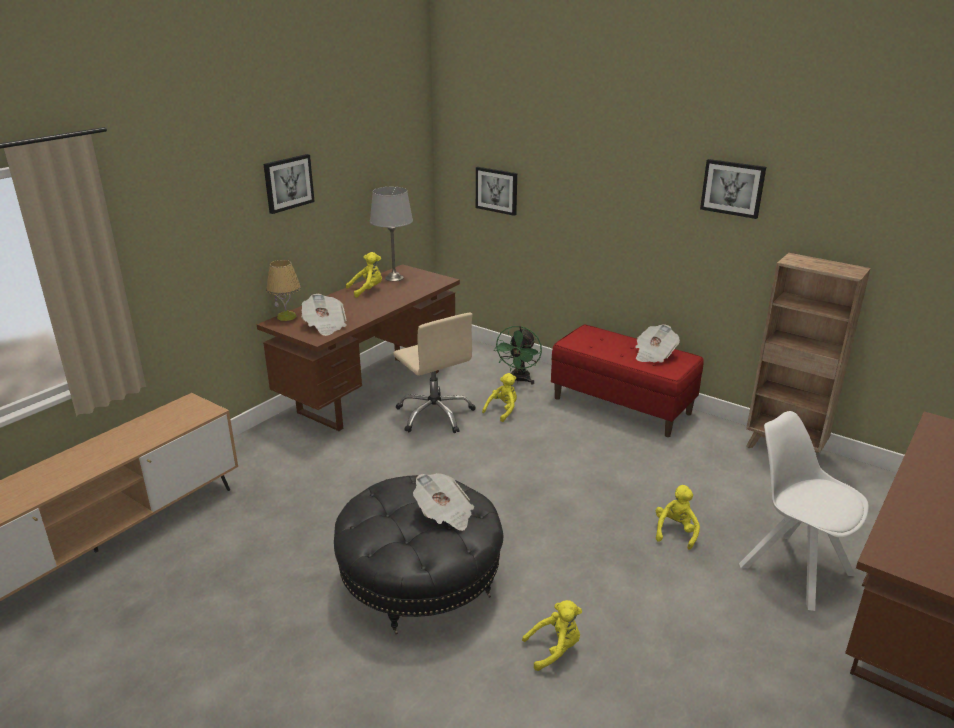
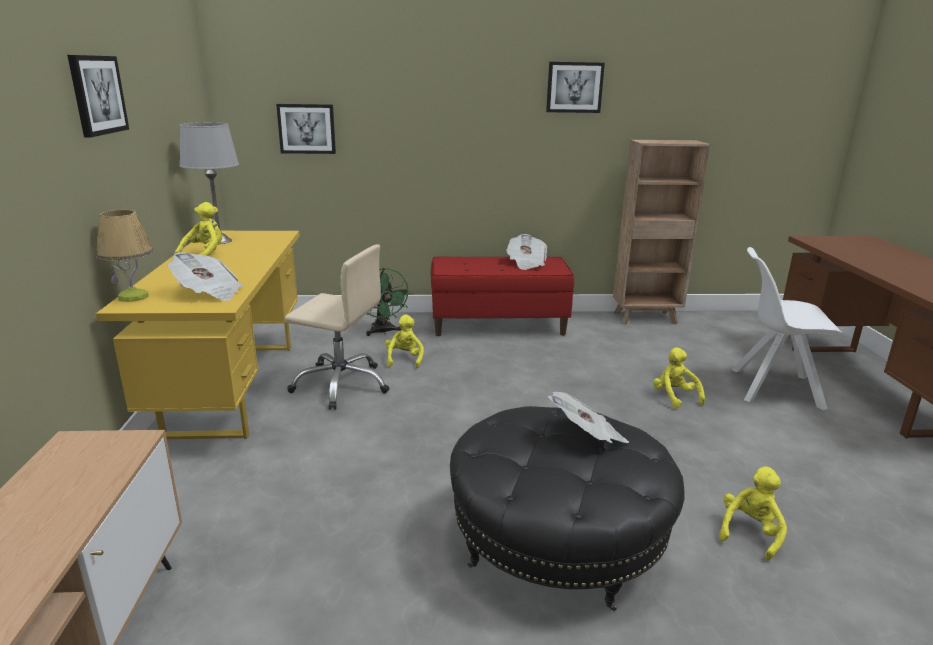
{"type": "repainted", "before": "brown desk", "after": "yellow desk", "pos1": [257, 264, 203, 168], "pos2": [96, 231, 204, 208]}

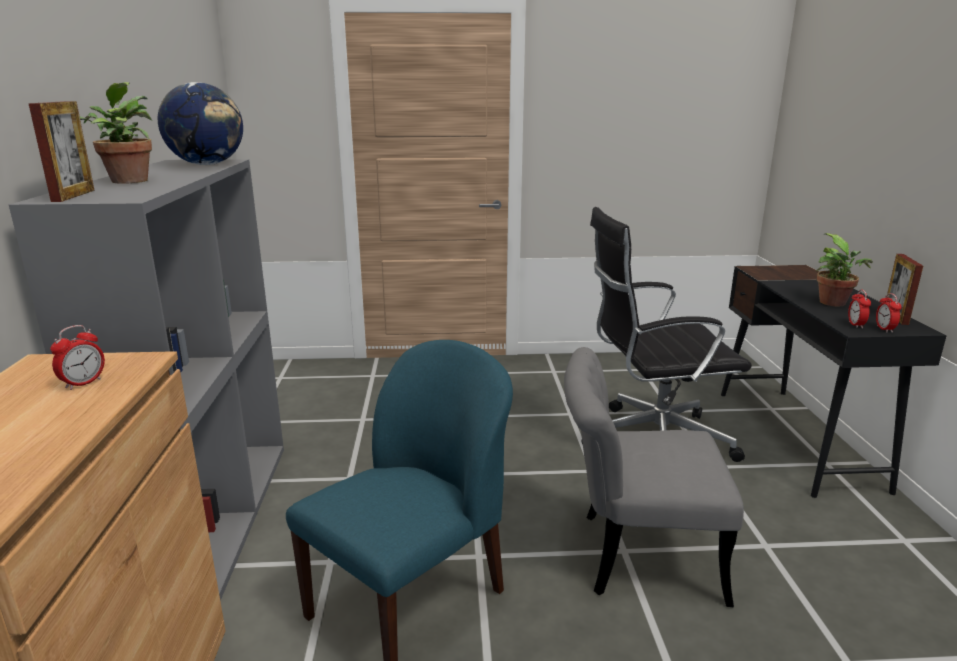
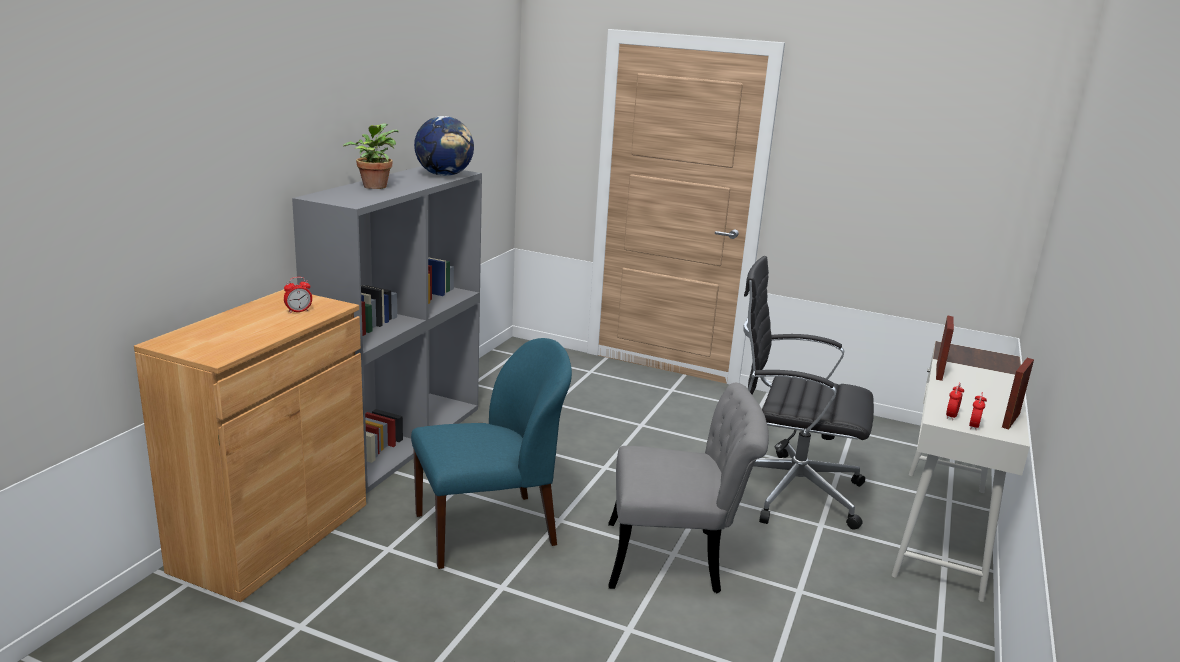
{"type": "gone", "before": "potted plant", "pos1": [815, 233, 58, 74]}
{"type": "shifted", "before": "picture frame", "pos1": [28, 101, 67, 101], "pos2": [936, 315, 18, 66]}
{"type": "repainted", "before": "black desk", "after": "white desk", "pos1": [721, 265, 226, 233], "pos2": [892, 341, 138, 261]}
{"type": "rotated", "before": "grey chair", "pos1": [564, 347, 180, 260], "pos2": [608, 383, 161, 211], "turn": 150}

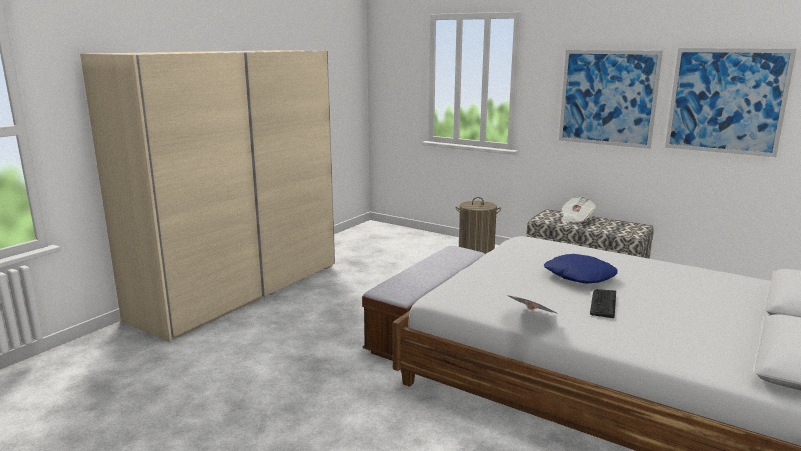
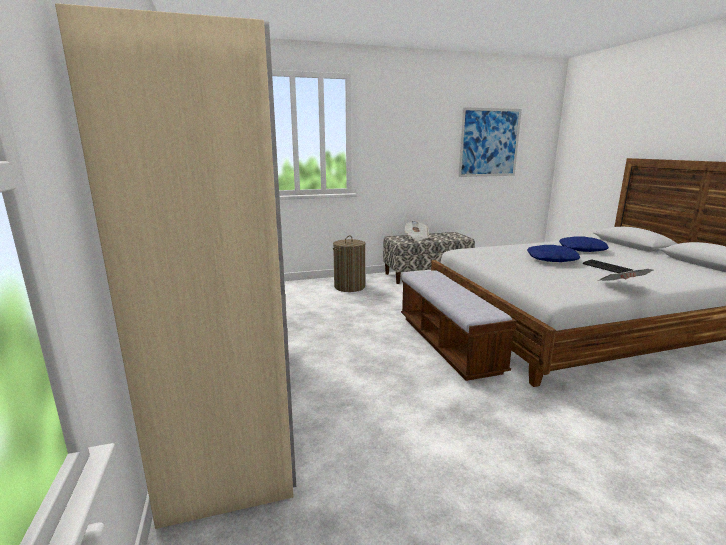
{"type": "gone", "before": "picture", "pos1": [559, 50, 104, 99]}
{"type": "new", "after": "blue pillow", "pos2": [559, 236, 50, 16]}

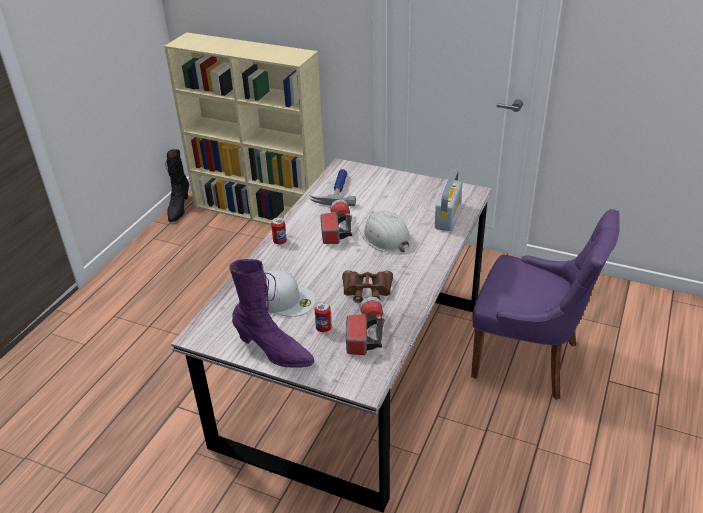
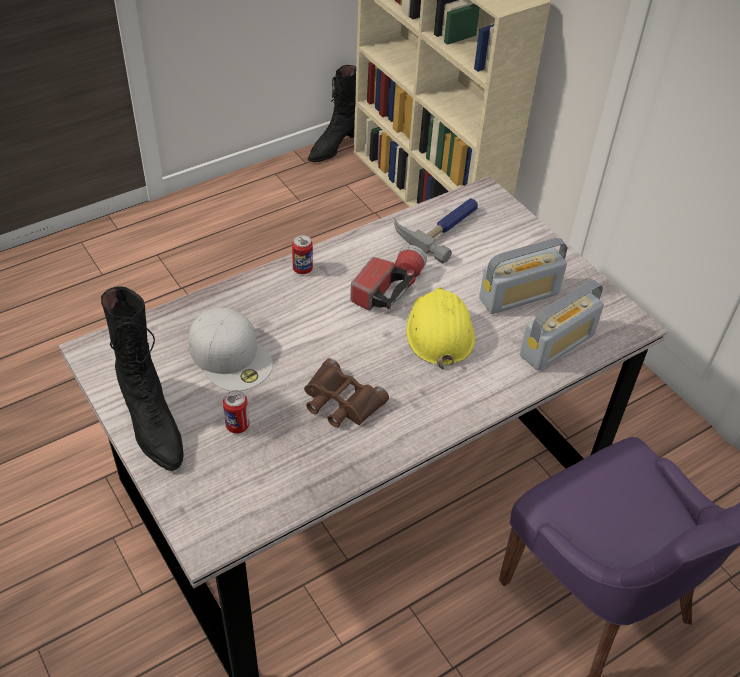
{"type": "gone", "before": "flashlight", "pos1": [346, 297, 38, 58]}
{"type": "new", "after": "radio", "pos2": [479, 238, 88, 76]}
{"type": "repainted", "before": "purple boot", "after": "black boot", "pos1": [229, 259, 85, 109], "pos2": [101, 286, 82, 185]}
{"type": "repainted", "before": "white hard hat", "after": "yellow hard hat", "pos1": [358, 210, 53, 42], "pos2": [406, 288, 69, 81]}

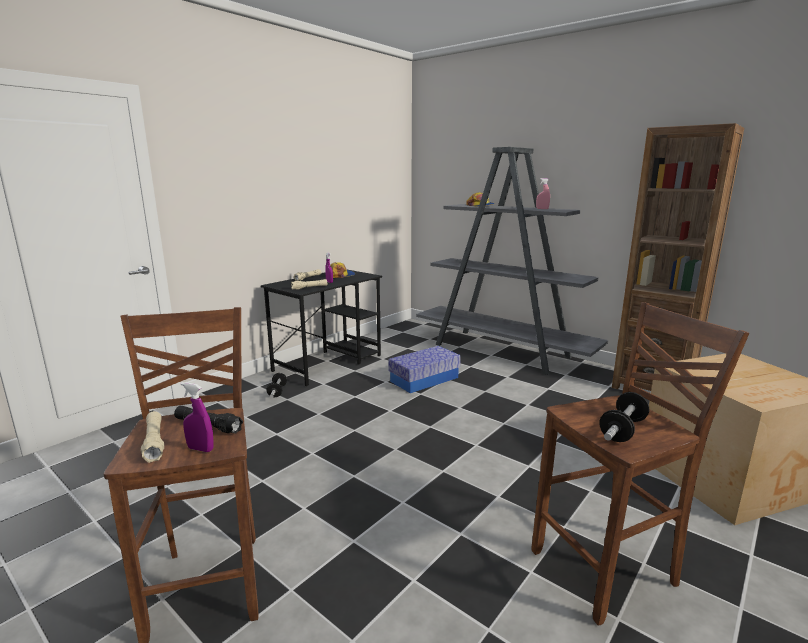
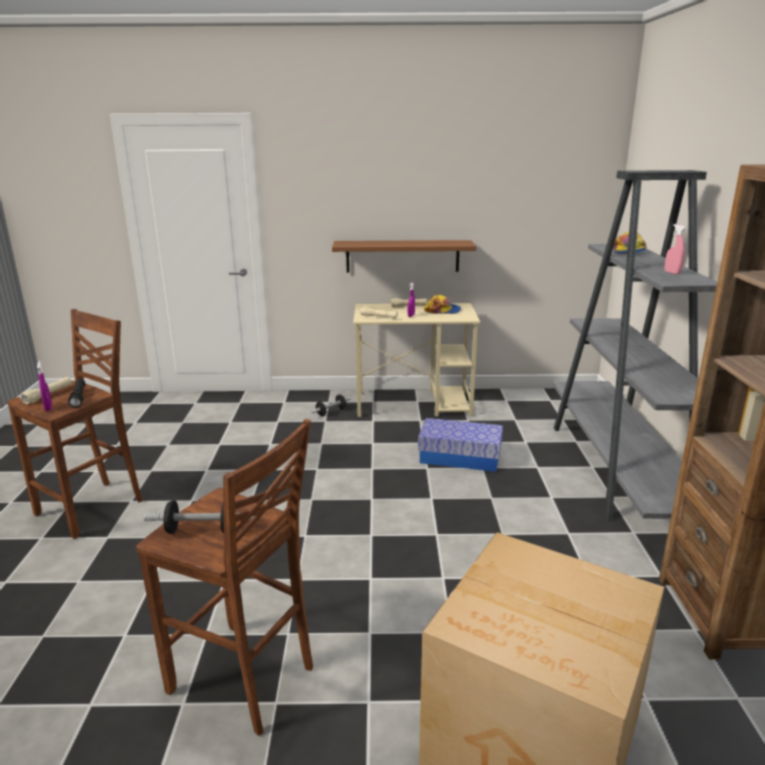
{"type": "new", "after": "brown shelf", "pos2": [332, 240, 144, 33]}
{"type": "repainted", "before": "black desk", "after": "beige desk", "pos1": [261, 270, 121, 116], "pos2": [353, 303, 127, 114]}

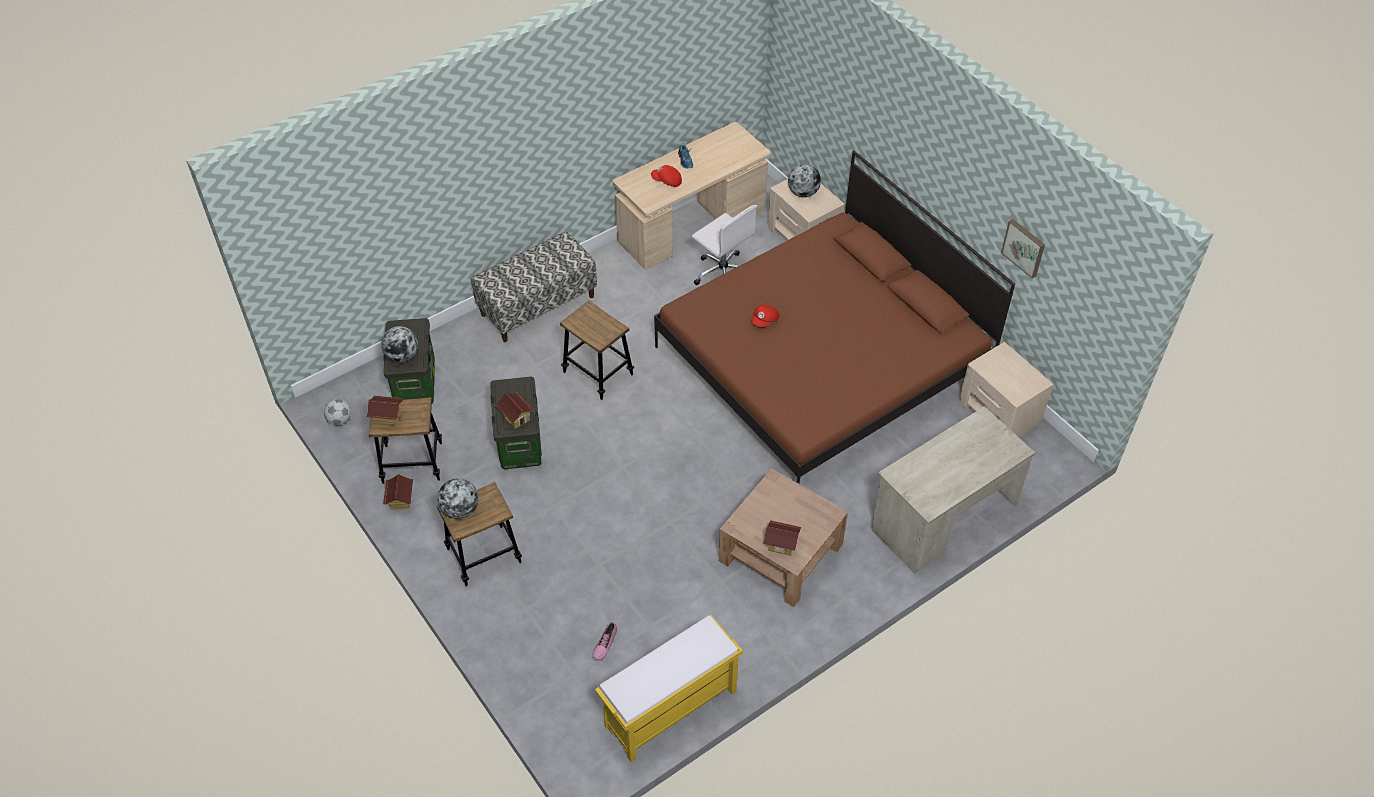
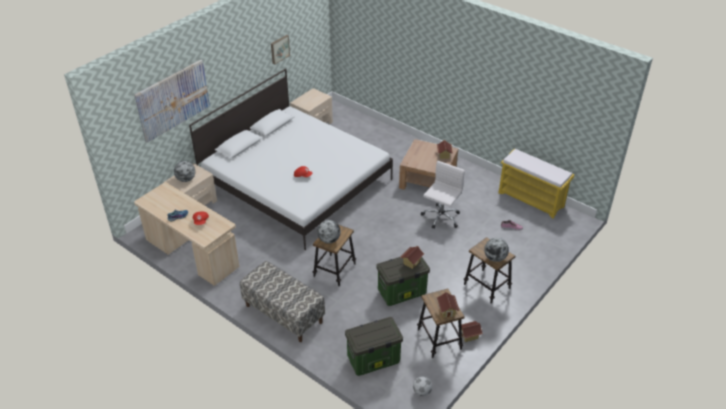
{"type": "gone", "before": "beige desk", "pos1": [871, 406, 164, 168]}
{"type": "new", "after": "picture", "pos2": [134, 60, 76, 83]}
{"type": "shifted", "before": "globe", "pos1": [381, 326, 37, 37], "pos2": [317, 220, 24, 23]}
{"type": "shifted", "before": "white office chair", "pos1": [691, 205, 66, 80], "pos2": [421, 161, 44, 68]}
{"type": "repainted", "before": "brown bed", "after": "white bed", "pos1": [654, 150, 361, 334], "pos2": [189, 68, 204, 182]}

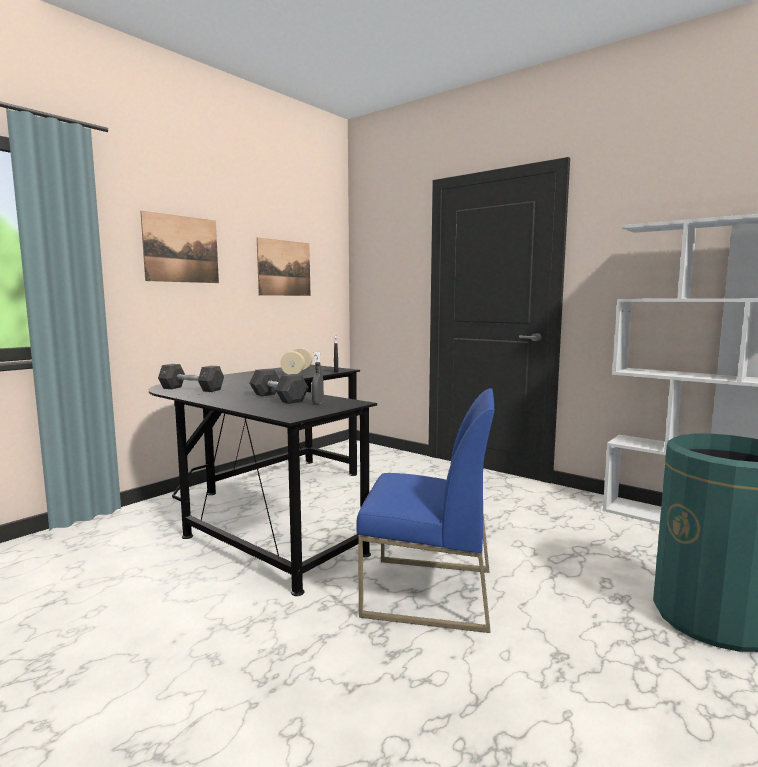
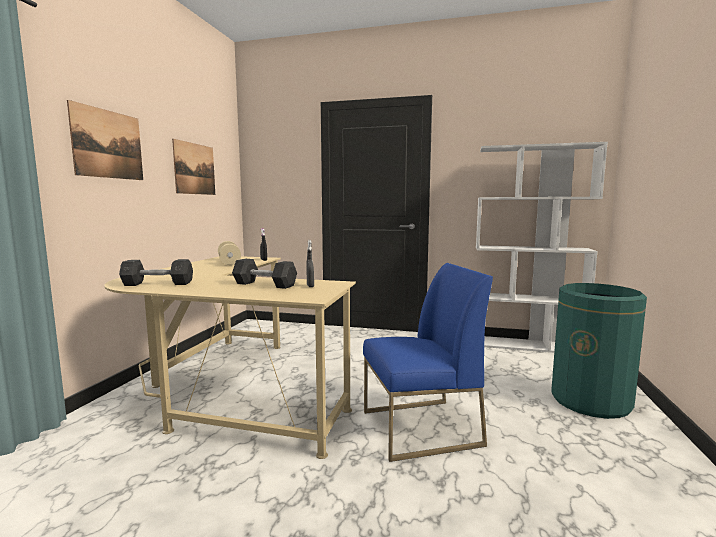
{"type": "repainted", "before": "black desk", "after": "beige desk", "pos1": [149, 365, 228, 231], "pos2": [104, 256, 252, 203]}

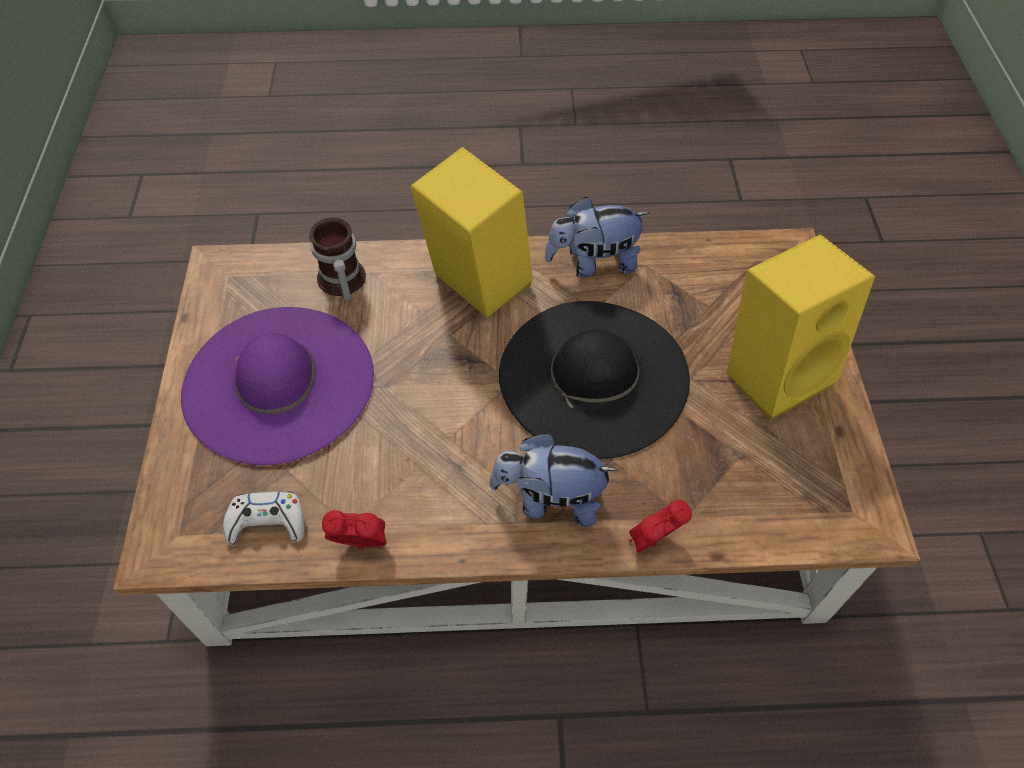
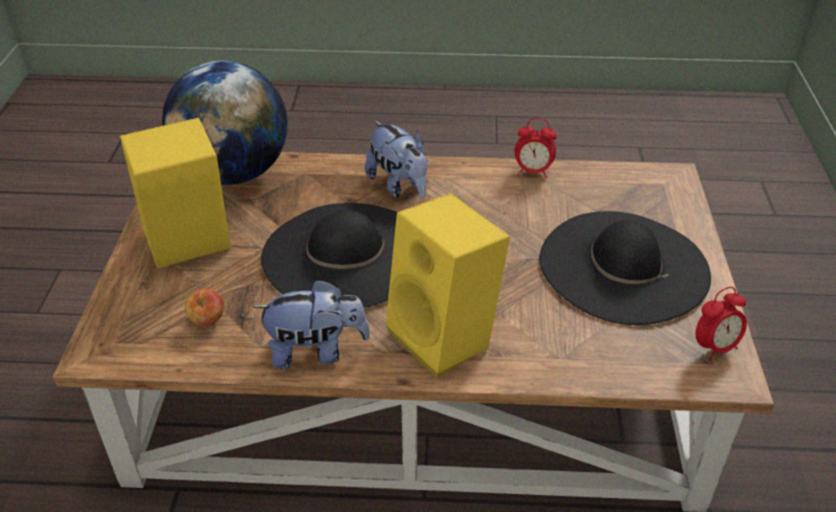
{"type": "gone", "before": "white game controller", "pos1": [223, 492, 82, 54]}
{"type": "gone", "before": "mug", "pos1": [309, 217, 57, 84]}
{"type": "new", "after": "globe", "pos2": [162, 60, 126, 125]}
{"type": "new", "after": "apple", "pos2": [185, 289, 39, 37]}
{"type": "shifted", "before": "alarm clock", "pos1": [629, 500, 63, 53], "pos2": [696, 287, 51, 74]}
{"type": "repainted", "before": "purple hat", "after": "black hat", "pos1": [181, 307, 193, 158], "pos2": [539, 211, 172, 114]}
{"type": "rotated", "before": "plush toy", "pos1": [489, 433, 129, 94], "pos2": [365, 121, 62, 77], "turn": 45}

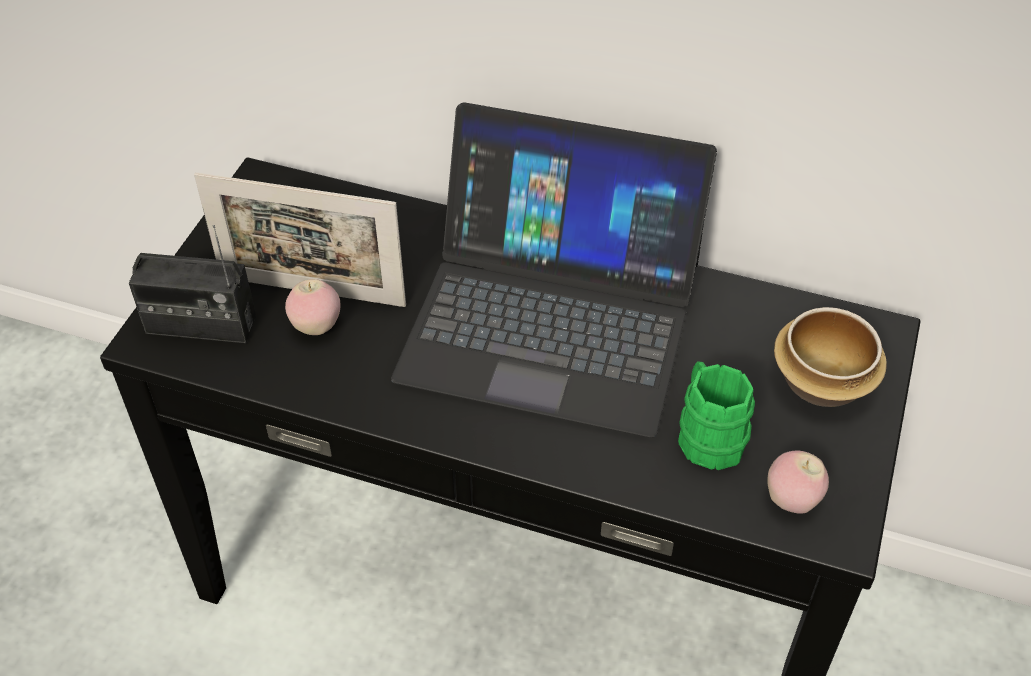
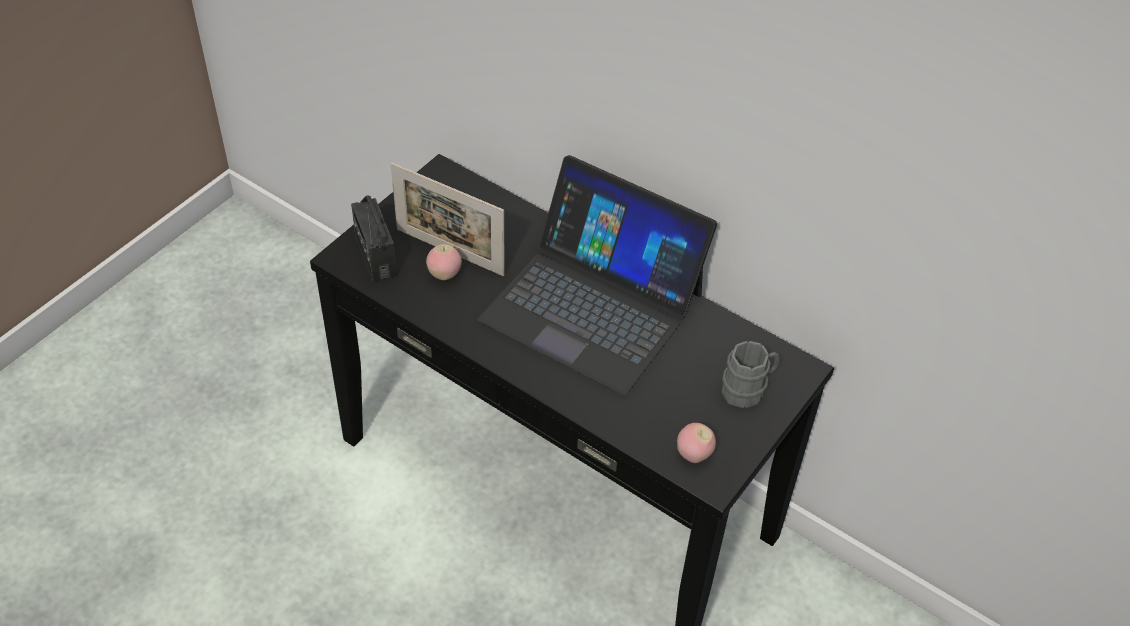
{"type": "gone", "before": "green mug", "pos1": [678, 361, 77, 109]}
{"type": "swapped", "before": "bowl", "after": "grey mug", "pos1": [774, 307, 113, 100], "pos2": [722, 341, 58, 67]}
{"type": "rotated", "before": "radio", "pos1": [129, 225, 127, 118], "pos2": [351, 195, 46, 87], "turn": 45}

